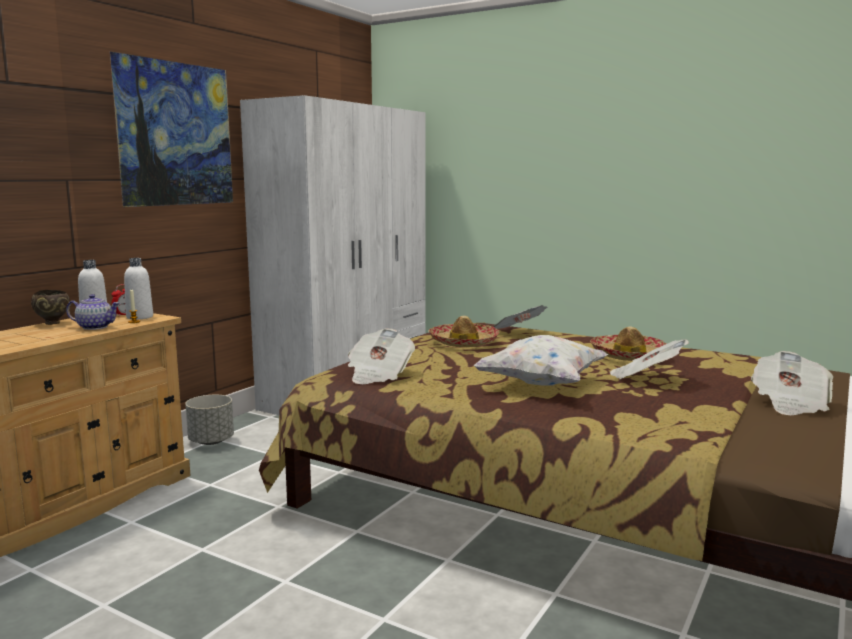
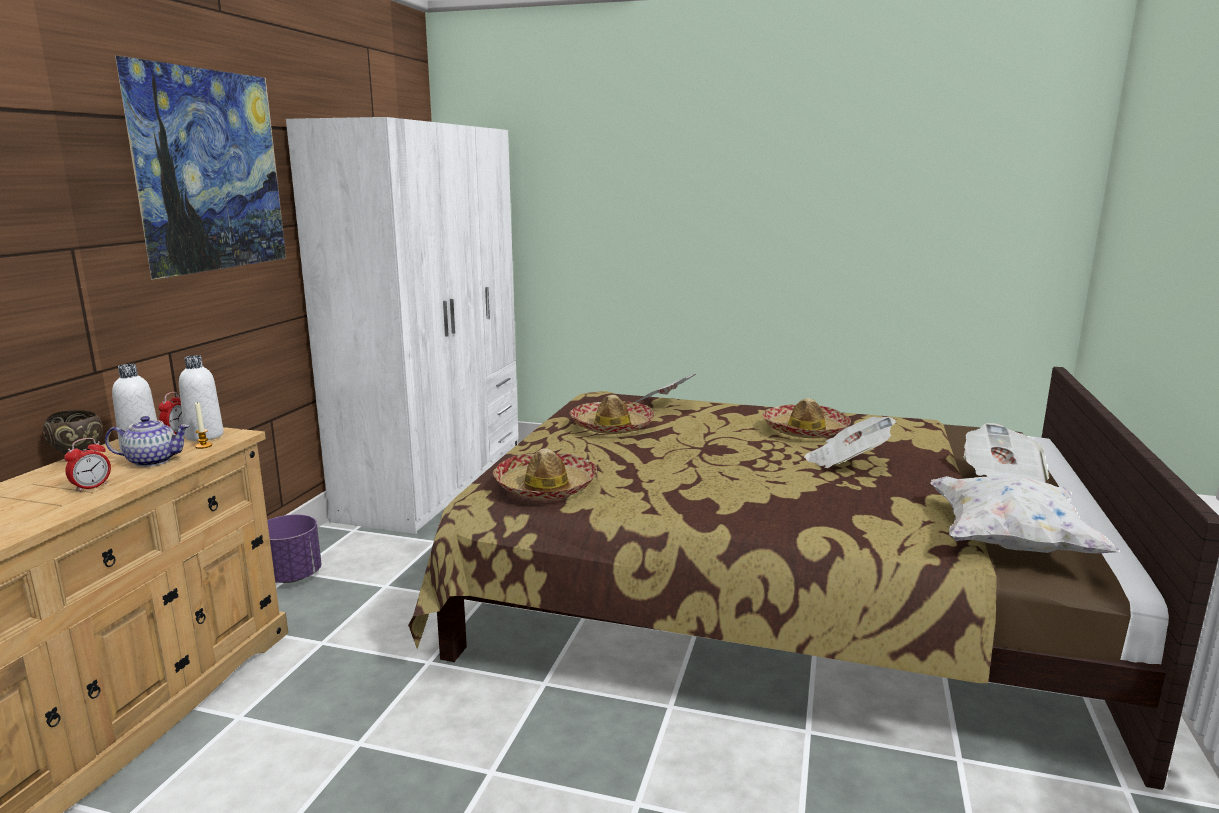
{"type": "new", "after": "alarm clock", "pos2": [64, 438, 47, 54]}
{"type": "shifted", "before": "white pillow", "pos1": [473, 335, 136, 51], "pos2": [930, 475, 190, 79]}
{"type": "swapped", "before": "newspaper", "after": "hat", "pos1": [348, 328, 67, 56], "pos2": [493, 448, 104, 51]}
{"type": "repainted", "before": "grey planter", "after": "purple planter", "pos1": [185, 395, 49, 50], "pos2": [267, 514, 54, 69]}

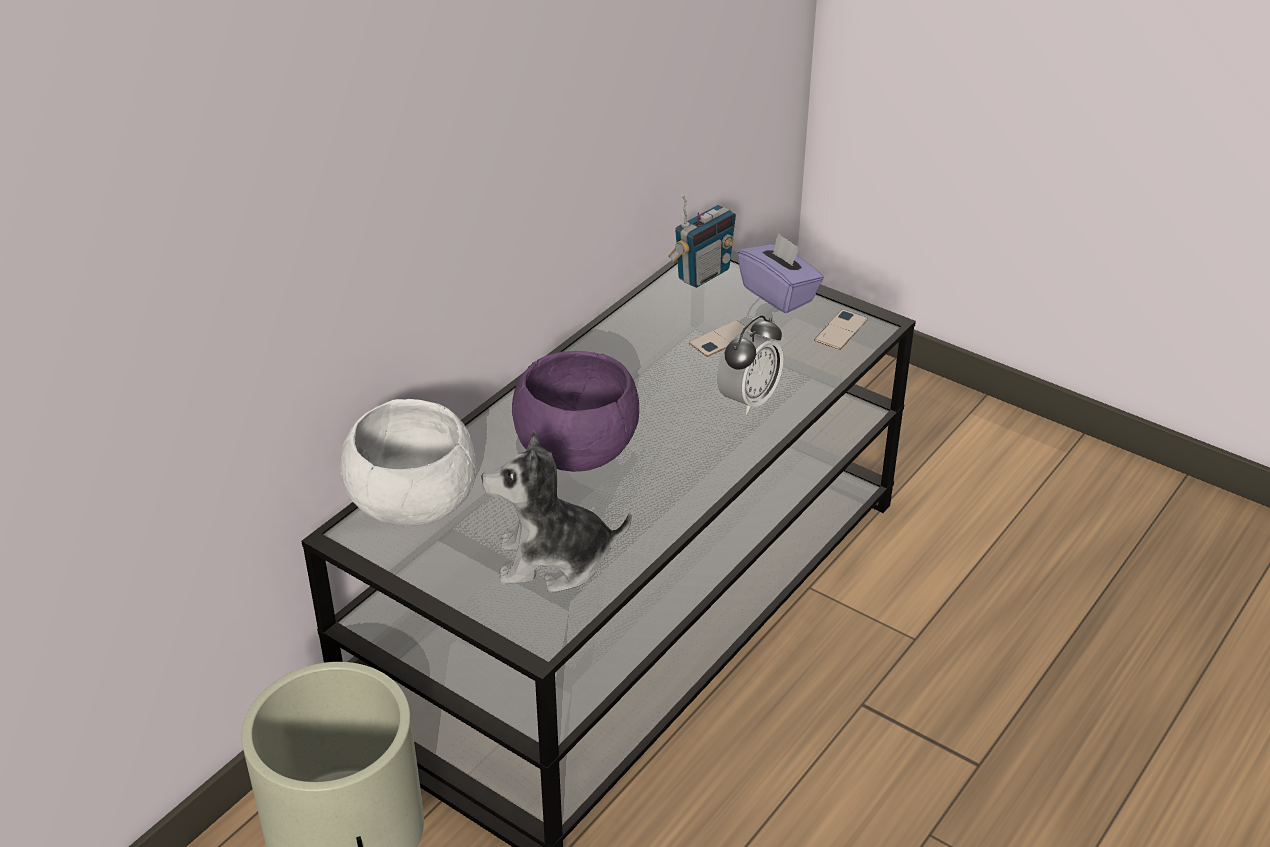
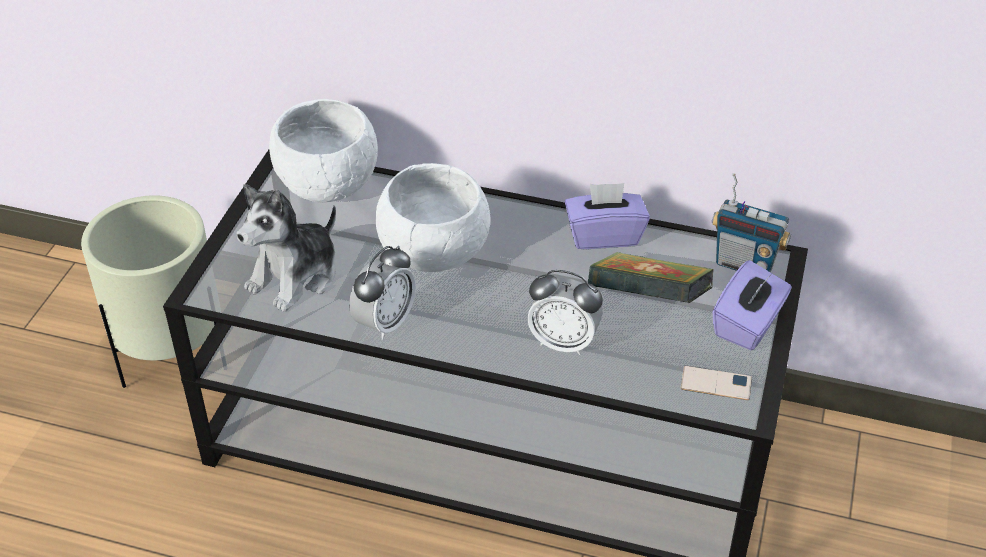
{"type": "new", "after": "alarm clock", "pos2": [349, 246, 67, 94]}
{"type": "new", "after": "purple tissue box", "pos2": [565, 183, 85, 66]}
{"type": "swapped", "before": "phone", "after": "book", "pos1": [689, 320, 64, 37], "pos2": [588, 252, 126, 51]}
{"type": "repainted", "before": "purple bowl", "after": "white bowl", "pos1": [512, 351, 127, 121], "pos2": [376, 163, 115, 109]}
{"type": "rotated", "before": "plush toy", "pos1": [481, 430, 151, 163], "pos2": [237, 184, 99, 128], "turn": -120}

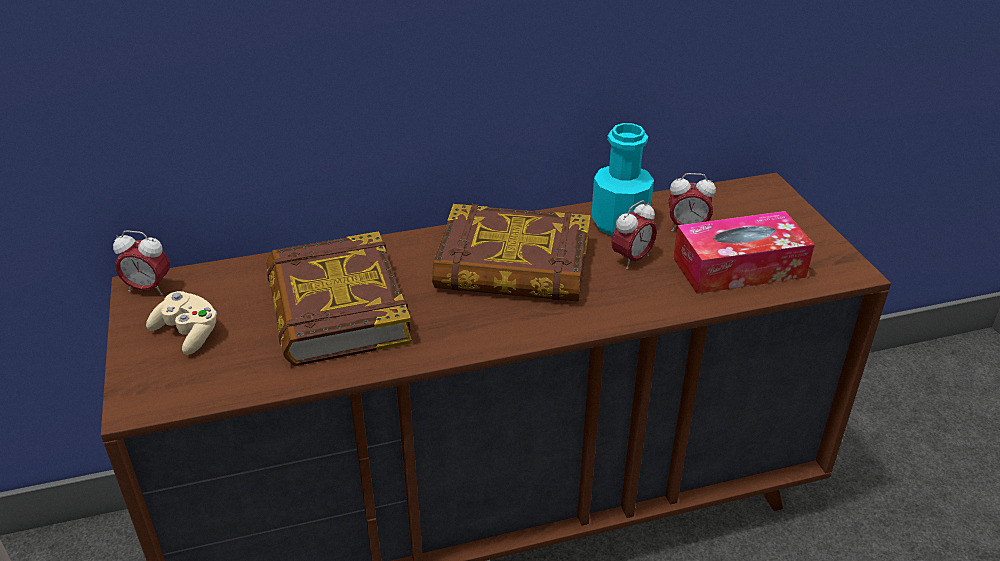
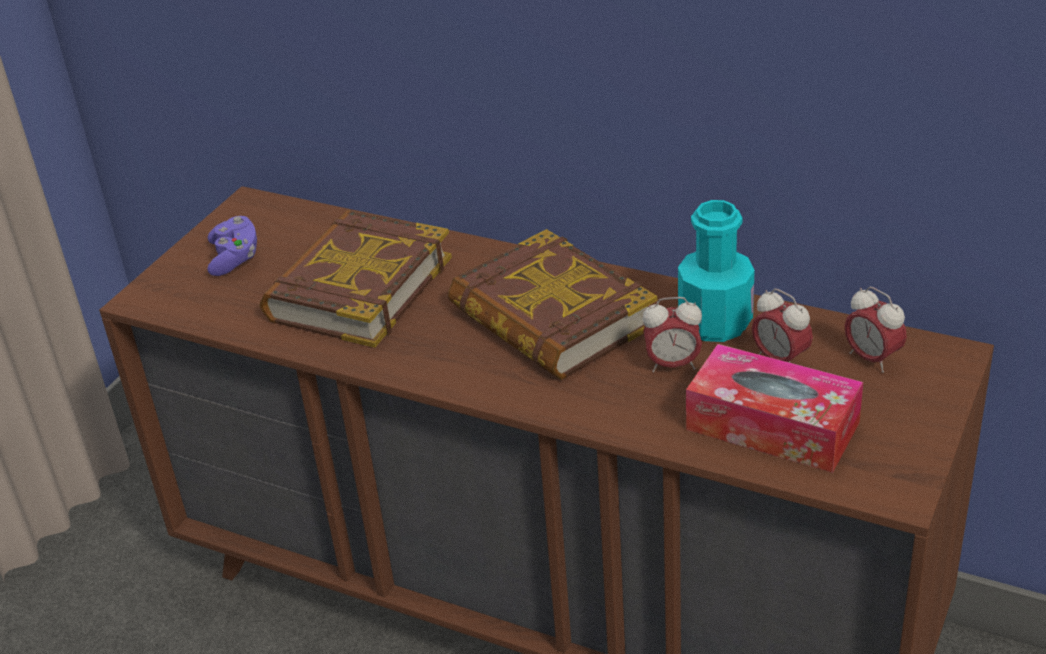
{"type": "shifted", "before": "alarm clock", "pos1": [113, 230, 57, 65], "pos2": [844, 286, 63, 87]}
{"type": "repainted", "before": "beige game controller", "after": "purple game controller", "pos1": [146, 291, 71, 64], "pos2": [207, 216, 50, 60]}

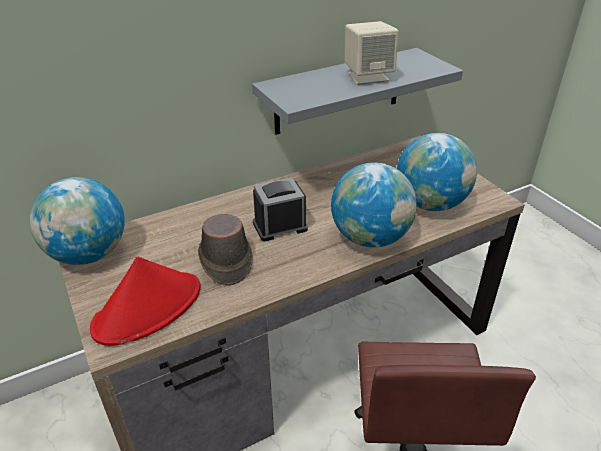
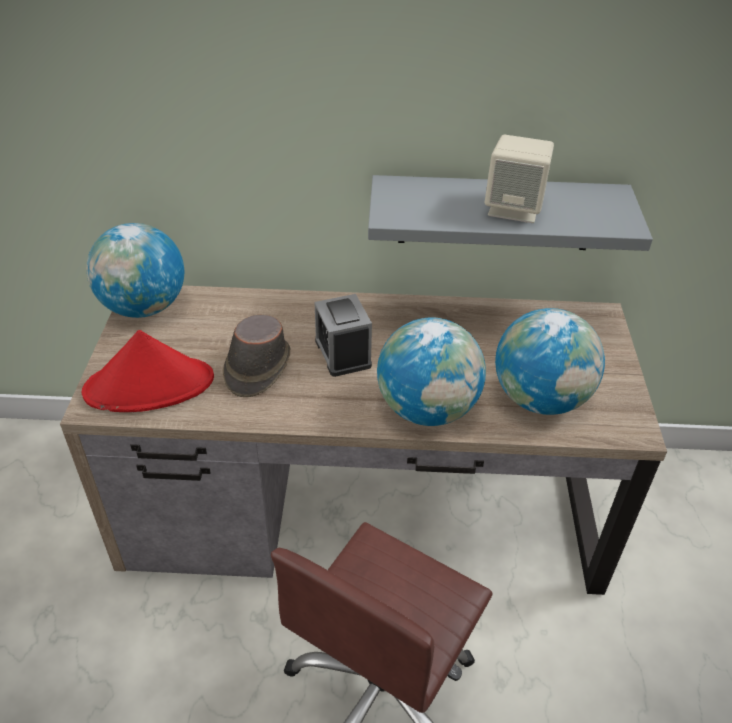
{"type": "rotated", "before": "alarm clock", "pos1": [253, 177, 55, 64], "pos2": [314, 294, 58, 83], "turn": -120}

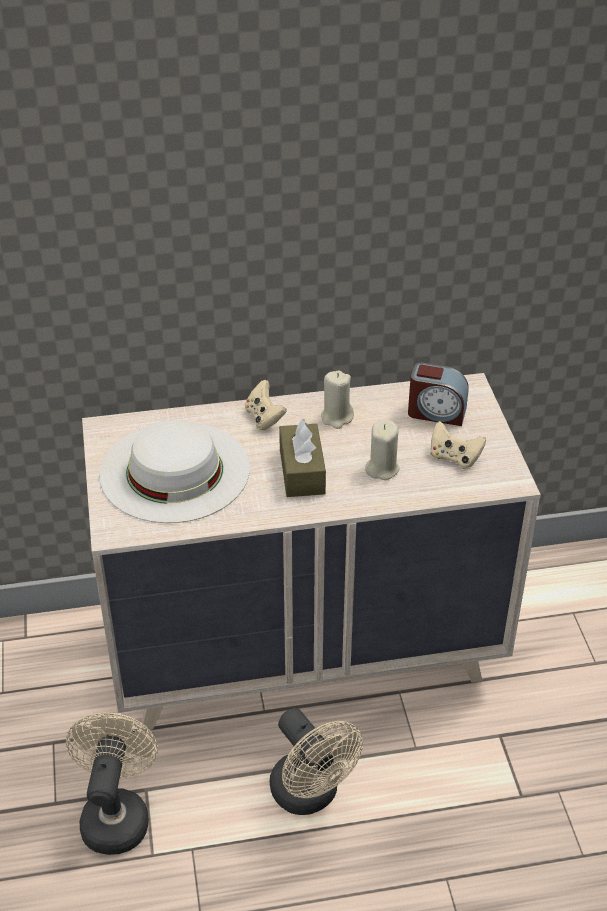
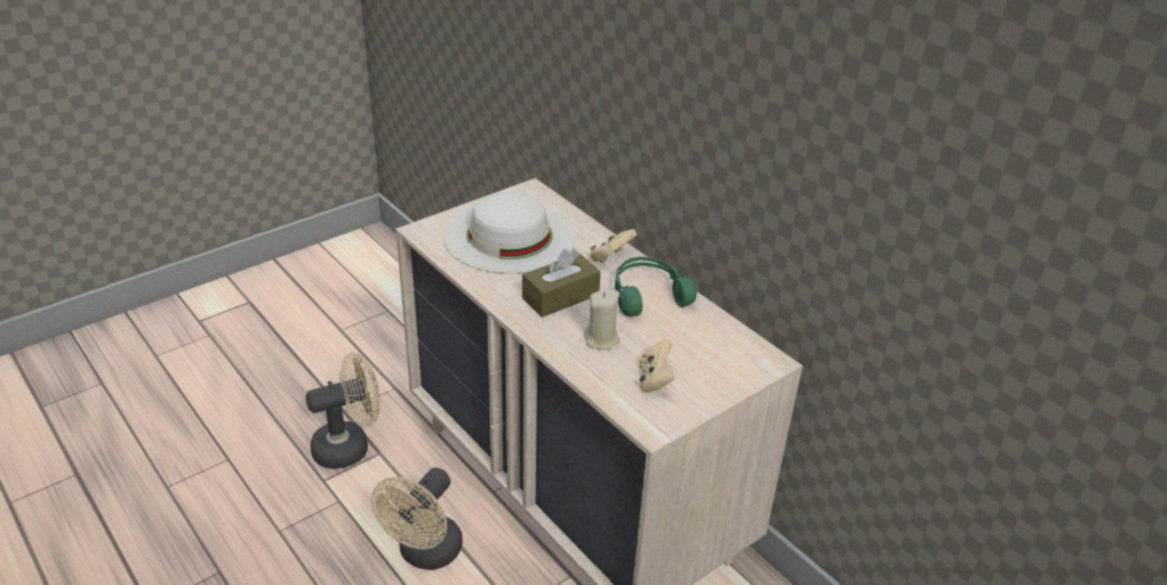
{"type": "gone", "before": "alarm clock", "pos1": [408, 362, 61, 64]}
{"type": "swapped", "before": "beige candle", "after": "green headphones", "pos1": [321, 370, 33, 59], "pos2": [615, 257, 82, 59]}

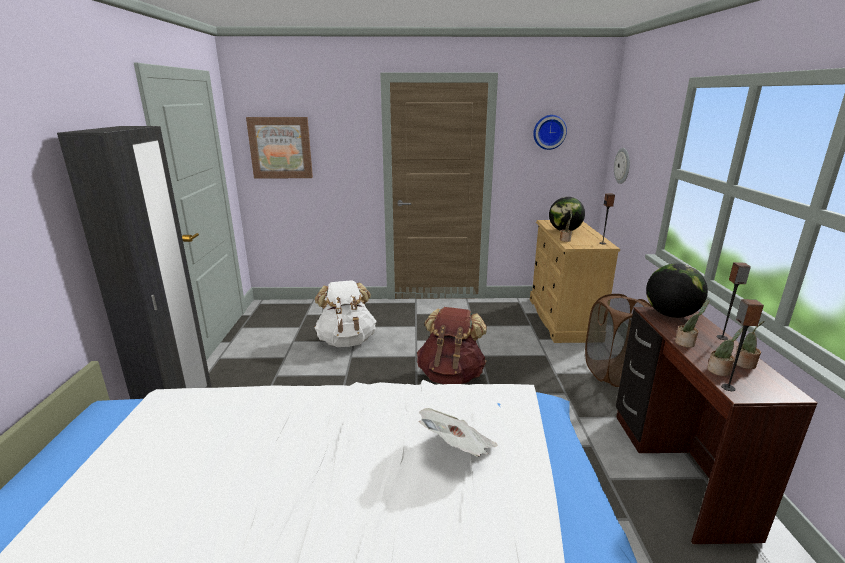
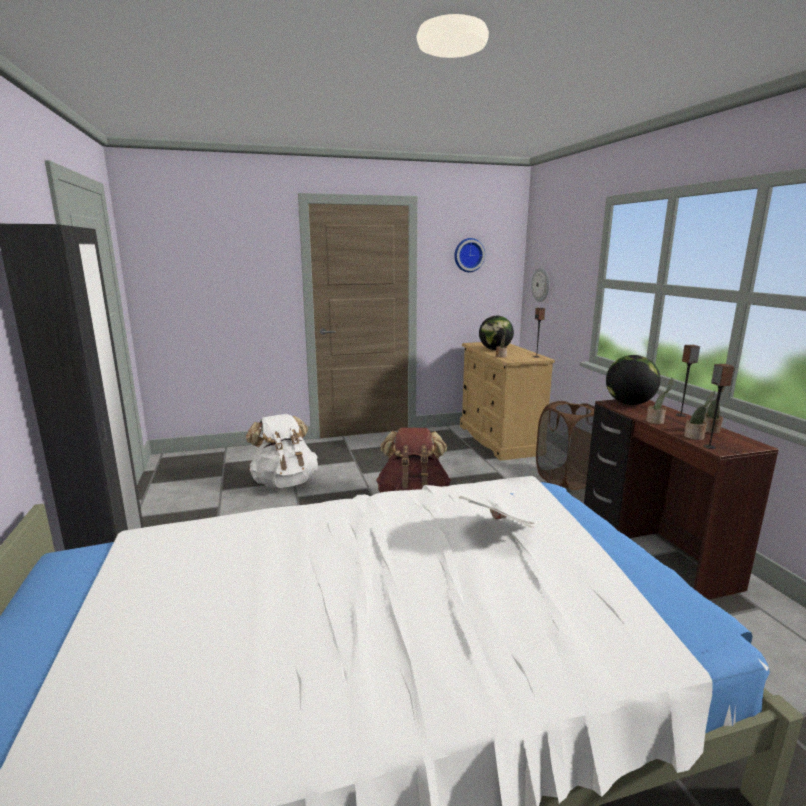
{"type": "gone", "before": "picture", "pos1": [246, 117, 67, 61]}

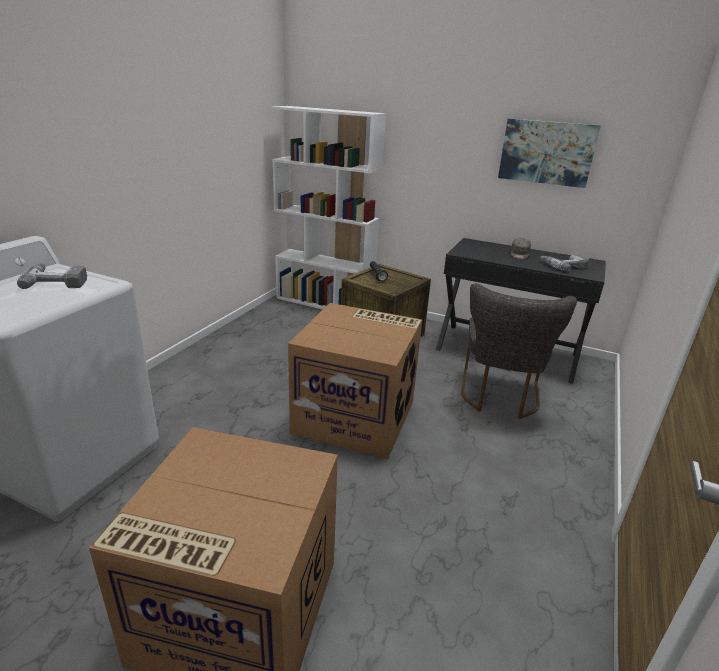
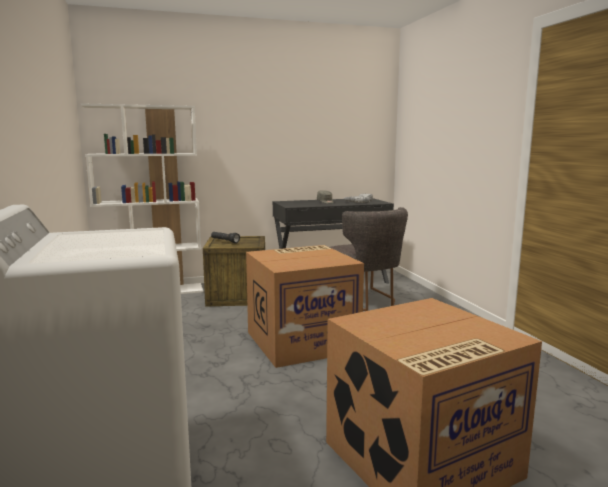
{"type": "gone", "before": "power drill", "pos1": [17, 263, 70, 26]}
{"type": "gone", "before": "picture", "pos1": [498, 119, 103, 69]}

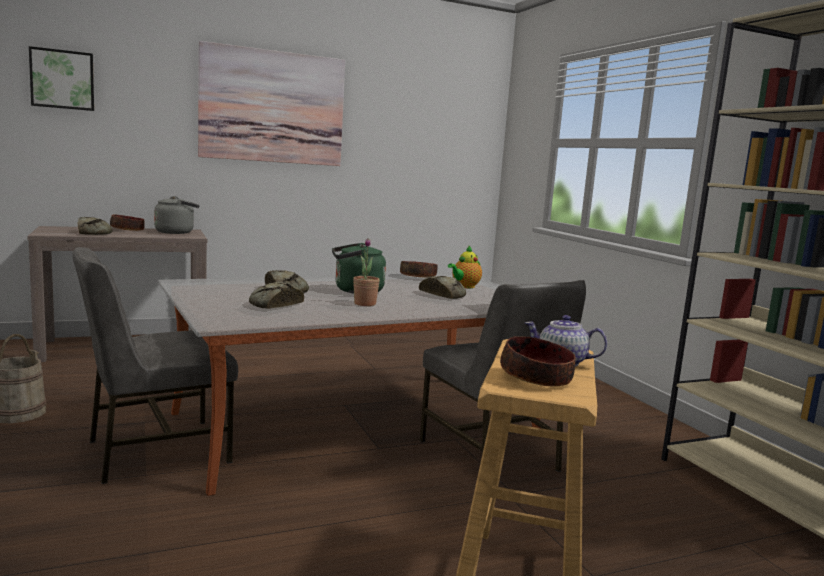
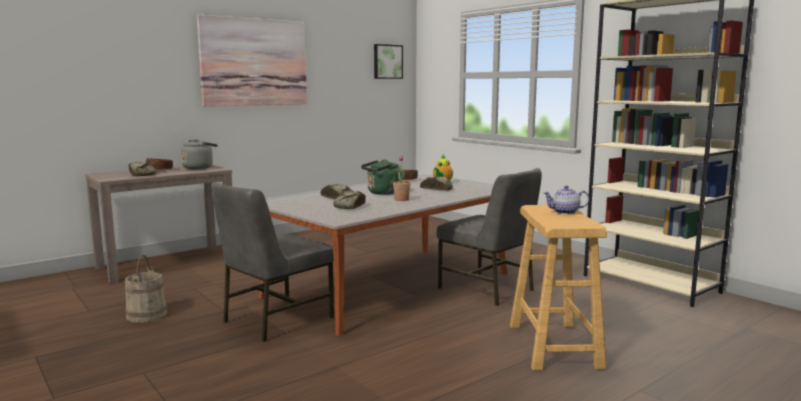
{"type": "gone", "before": "bowl", "pos1": [500, 336, 76, 50]}
{"type": "shifted", "before": "picture", "pos1": [29, 46, 65, 65], "pos2": [374, 44, 29, 35]}

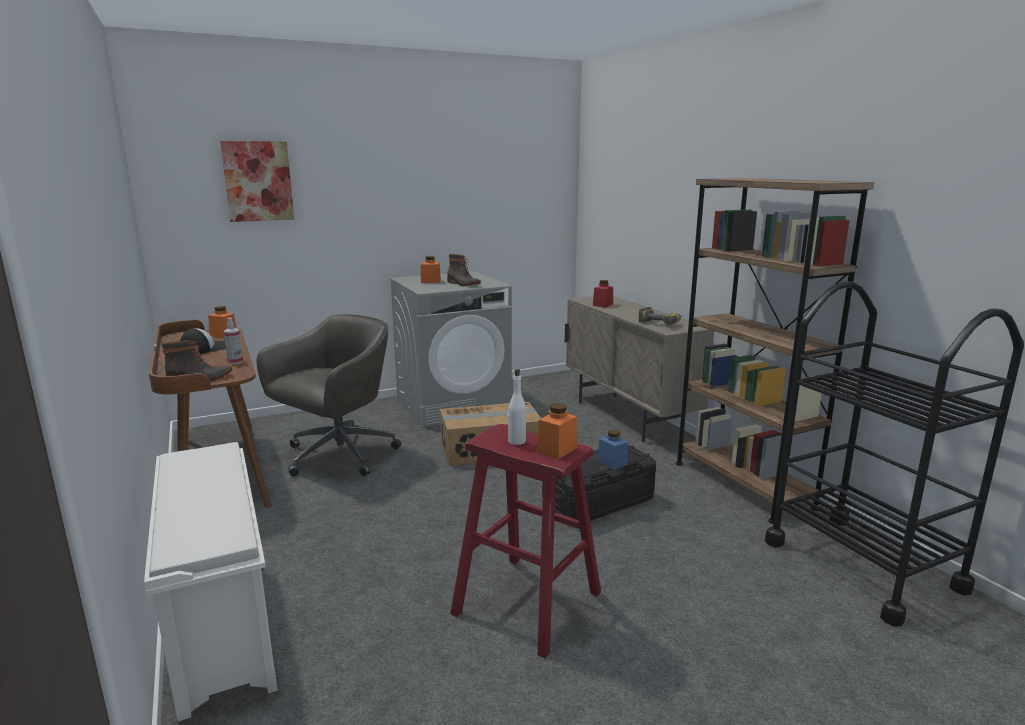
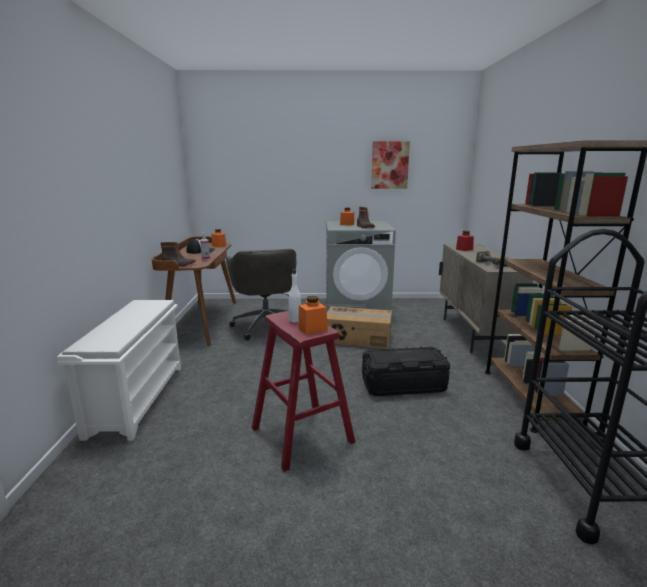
{"type": "gone", "before": "blue jar", "pos1": [597, 430, 31, 40]}
{"type": "shifted", "before": "picture", "pos1": [220, 141, 74, 81], "pos2": [371, 141, 39, 48]}
{"type": "rotated", "before": "grey office chair", "pos1": [257, 314, 144, 162], "pos2": [226, 249, 71, 91], "turn": 105}

